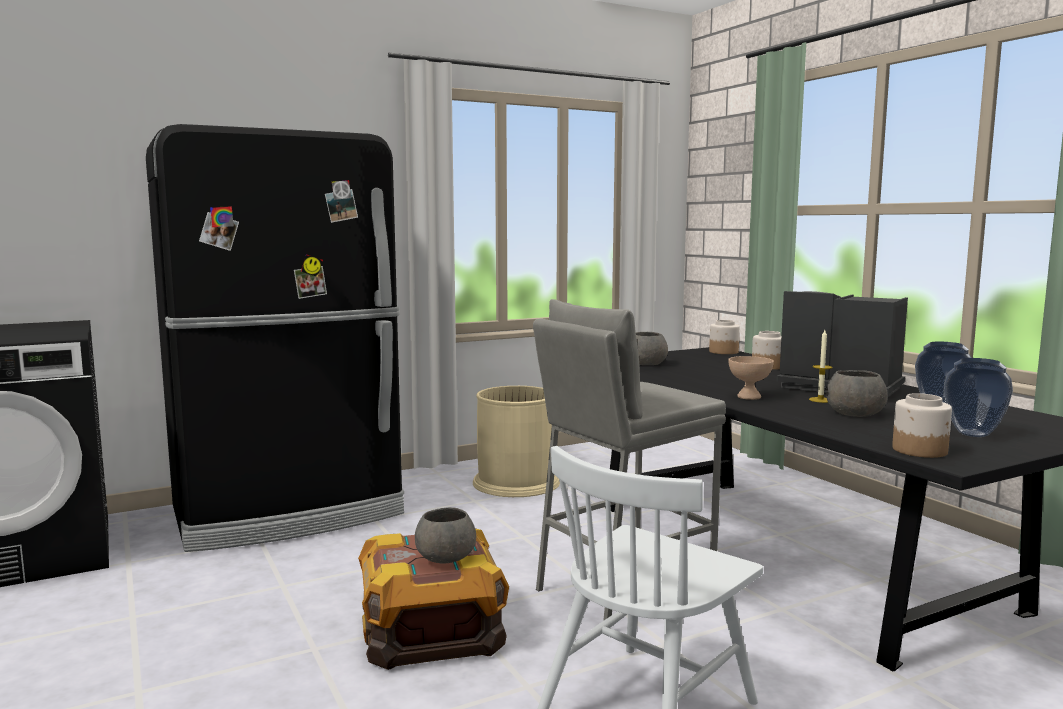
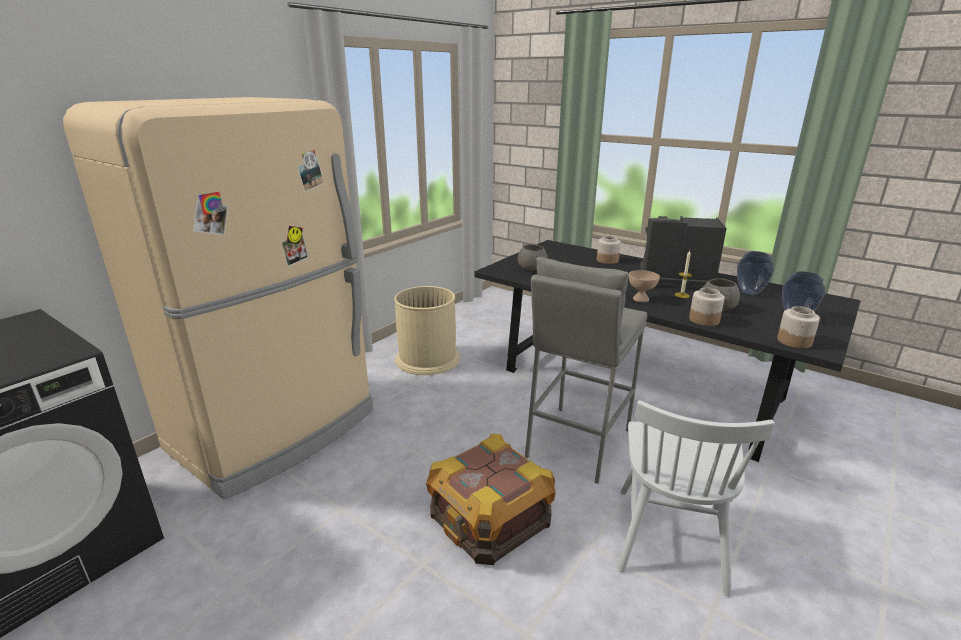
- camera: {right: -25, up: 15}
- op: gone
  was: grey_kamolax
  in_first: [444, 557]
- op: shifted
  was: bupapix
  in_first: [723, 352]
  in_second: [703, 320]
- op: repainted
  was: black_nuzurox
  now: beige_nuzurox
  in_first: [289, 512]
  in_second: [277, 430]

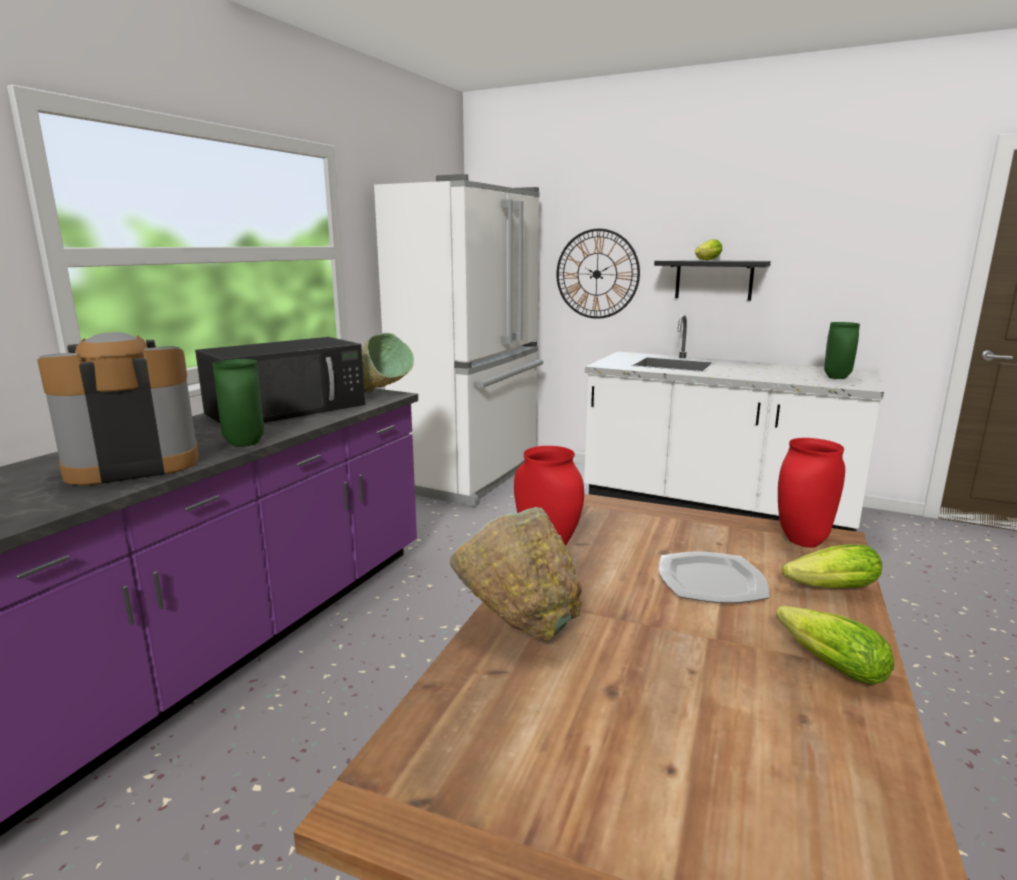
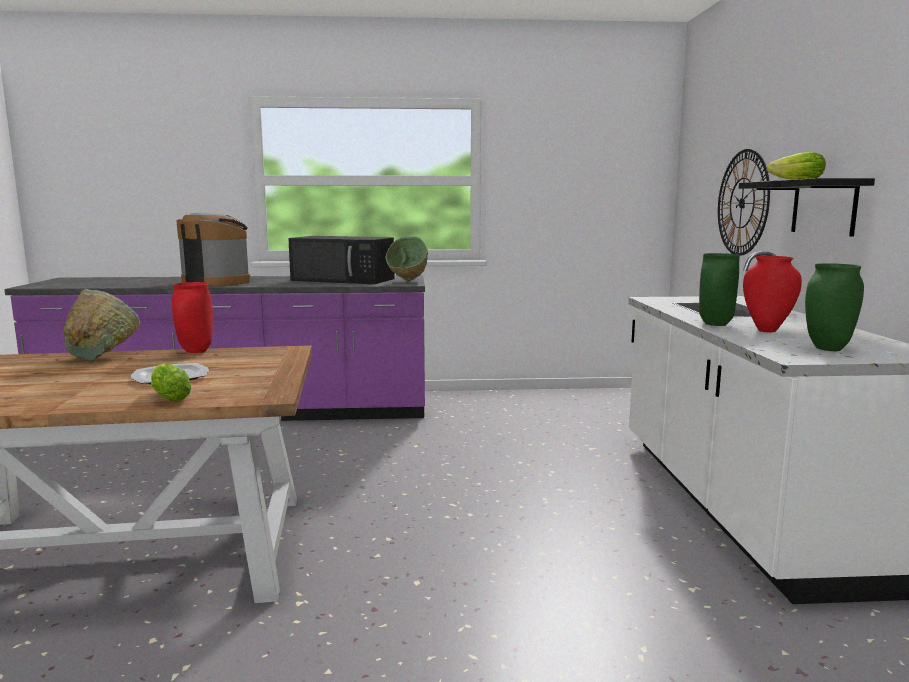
- camera: {right: 60, up: -5}
- op: gone
  was: white_nuzurox
  in_first: [472, 476]
- op: gone
  was: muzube
  in_first: [825, 663]
- op: shifted
  was: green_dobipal
  in_first: [246, 444]
  in_second: [716, 324]
- op: shifted
  was: red_dobipal
  in_first: [801, 541]
  in_second: [767, 330]

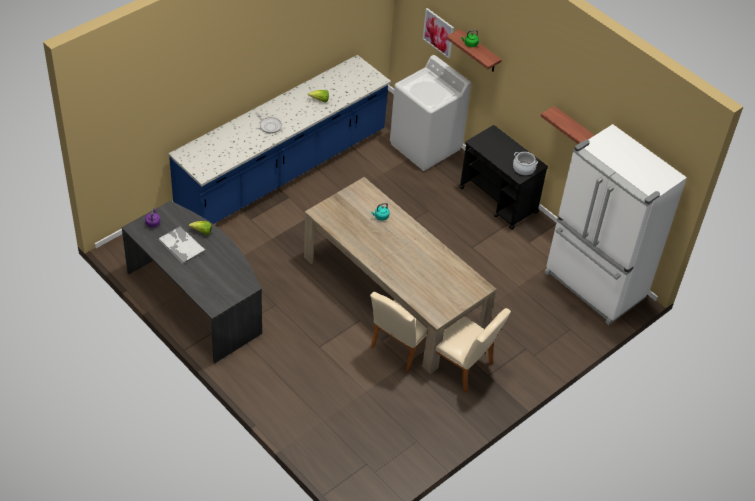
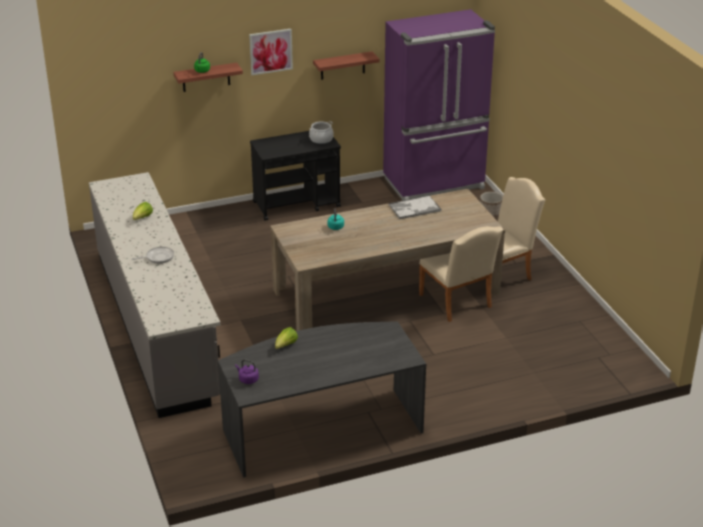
- camera: {right: -65, up: -15}
- op: gone
  was: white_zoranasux
  in_first: [425, 146]
- op: new
  now: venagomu
  in_second: [490, 213]
- op: shifted
  was: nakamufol
  in_first: [181, 245]
  in_second: [414, 208]
- op: shifted
  was: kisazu
  in_first: [438, 32]
  in_second: [270, 51]
- op: repainted
  was: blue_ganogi
  now: grey_ganogi
  in_first: [283, 171]
  in_second: [156, 324]
- op: repainted
  was: white_nuzurox
  now: purple_nuzurox
  in_first: [594, 286]
  in_second: [435, 184]

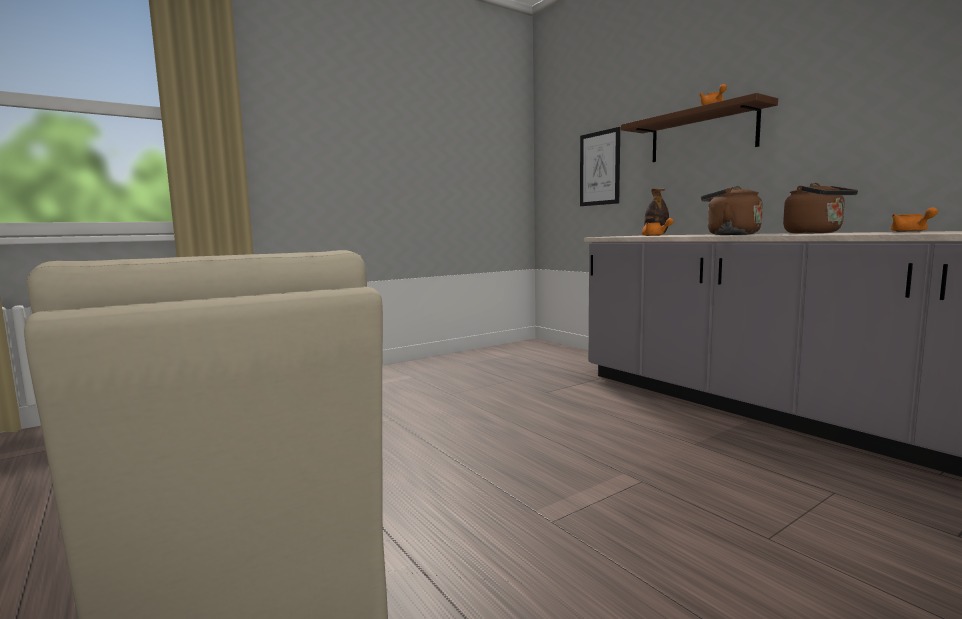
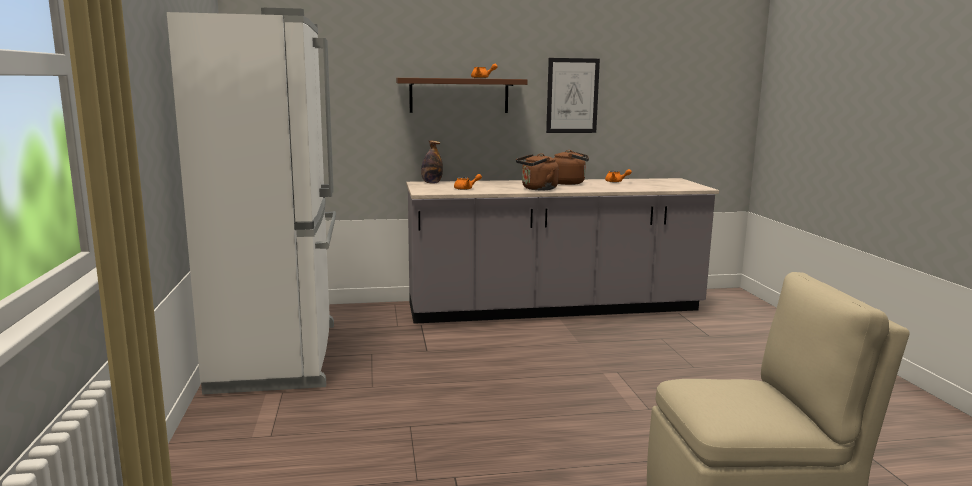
- camera: {right: -65, up: 5}
- op: new
  now: white_nuzurox
  in_second: [279, 355]
- op: shifted
  was: kisazu
  in_first: [599, 168]
  in_second: [572, 95]

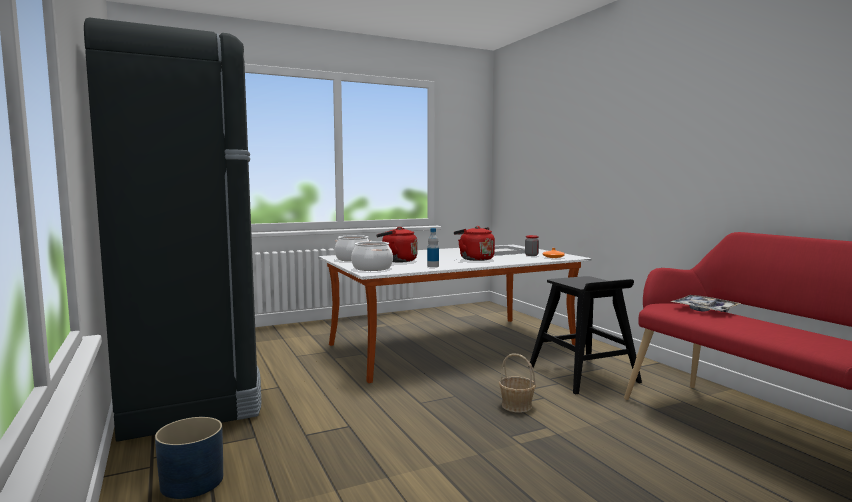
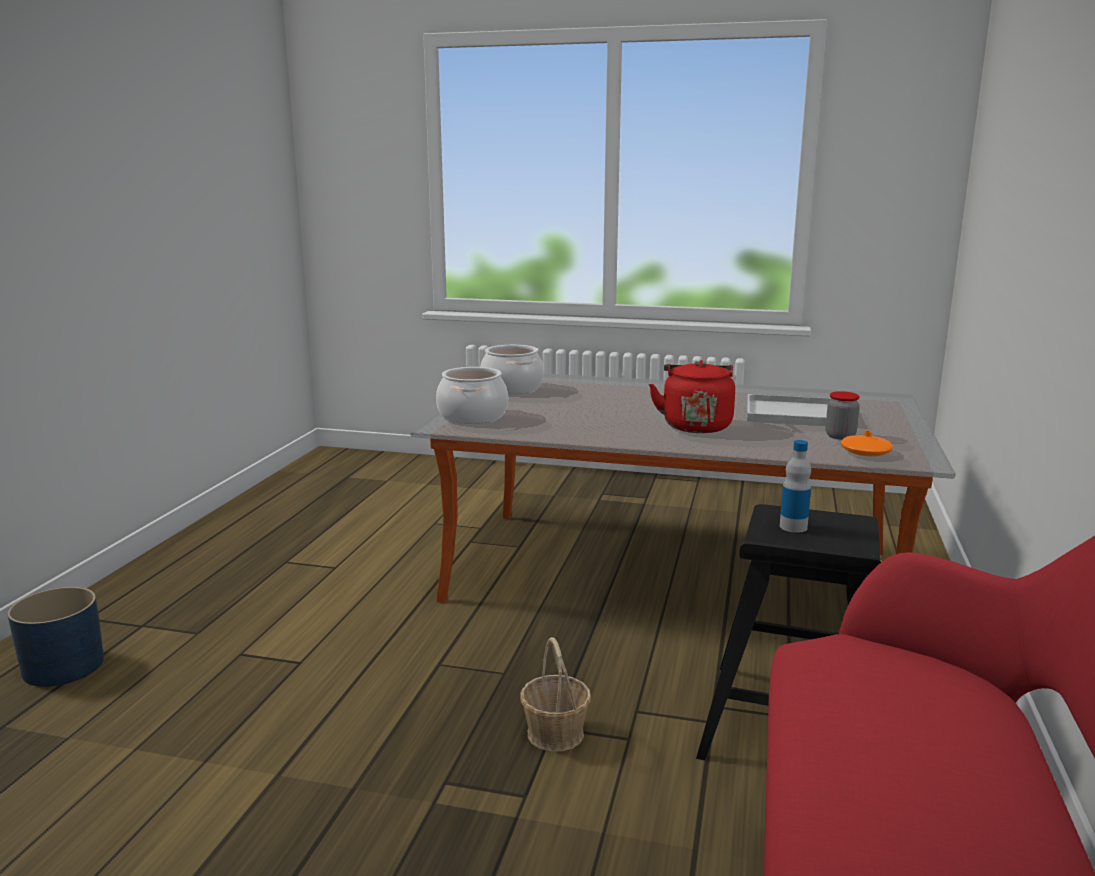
- camera: {right: 40, up: 10}
- op: gone
  was: black_nuzurox
  in_first: [191, 397]
- op: gone
  was: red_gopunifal
  in_first: [397, 261]
- op: gone
  was: nakamufol
  in_first: [704, 309]
- op: shifted
  was: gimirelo
  in_first: [433, 266]
  in_second: [793, 527]

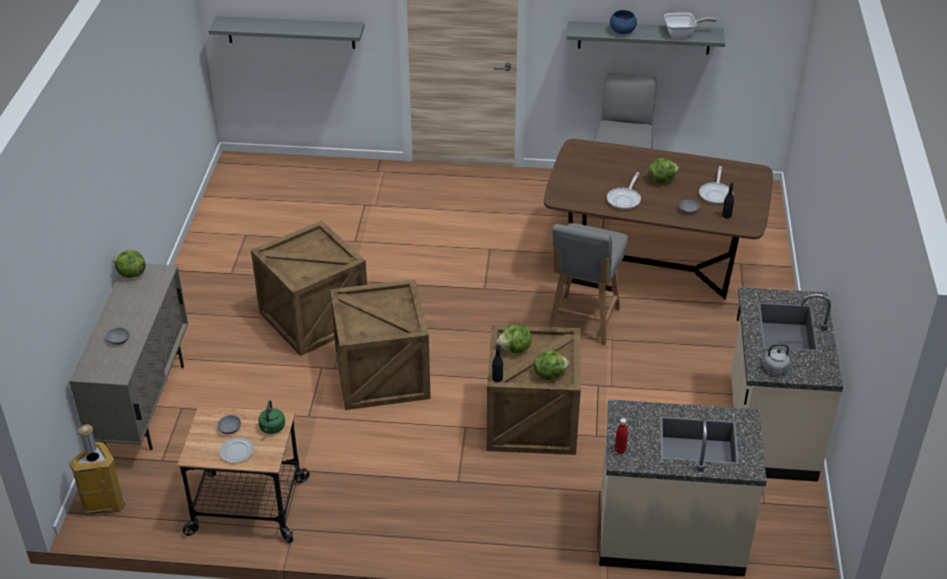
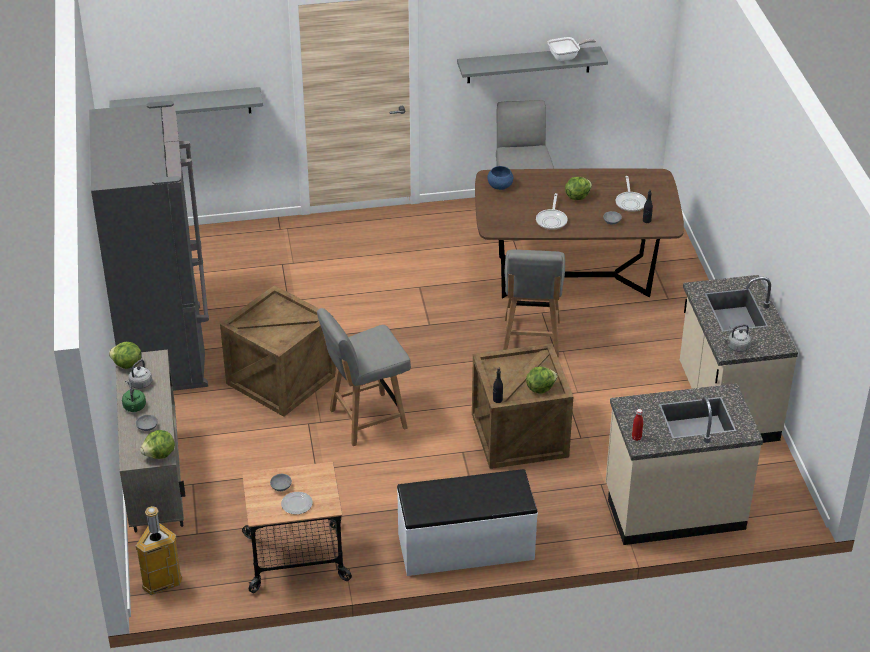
- camera: {right: -15, up: 0}
- op: new
  now: grey_nuzurox
  in_second: [166, 348]
- op: new
  now: grey_gopunifal
  in_second: [140, 384]
- op: new
  now: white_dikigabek
  in_second: [466, 547]
- op: shifted
  was: green_gopunifal
  in_first: [272, 428]
  in_second: [134, 407]
- op: shifted
  was: muzube
  in_first: [515, 349]
  in_second: [160, 455]
- op: shifted
  was: blue_kamolax
  in_first: [622, 31]
  in_second: [499, 186]
- op: swapped
  was: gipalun
  now: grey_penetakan
  in_first: [380, 374]
  in_second: [366, 419]

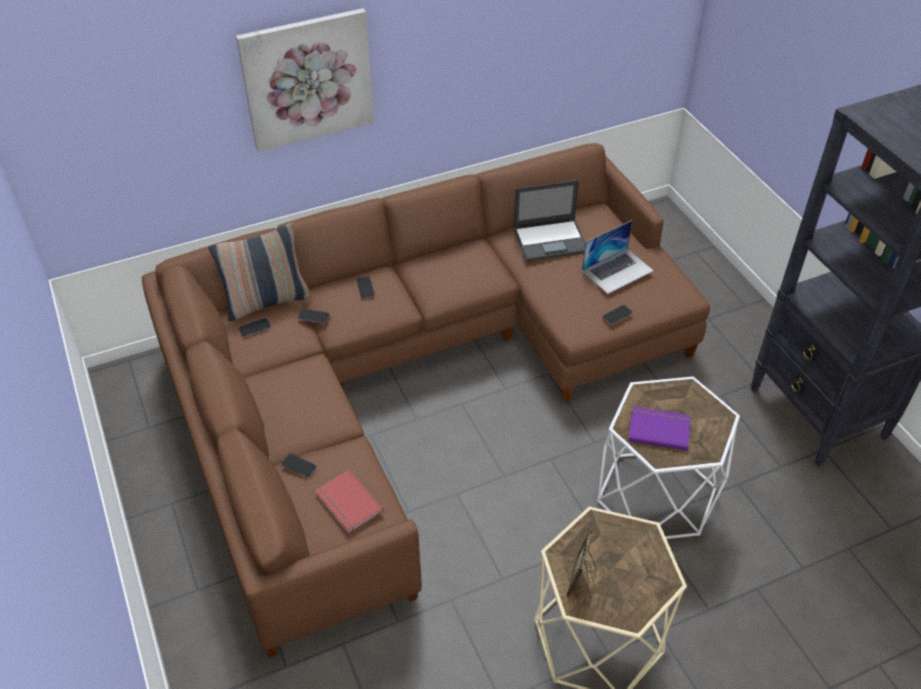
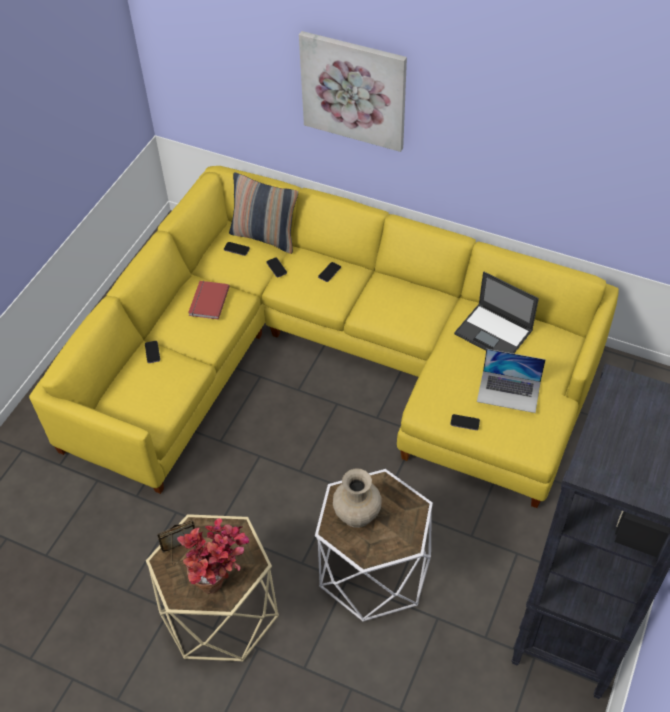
- camera: {right: 50, up: 5}
- op: new
  now: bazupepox
  in_second: [220, 581]
- op: shifted
  was: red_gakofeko
  in_first: [347, 504]
  in_second: [207, 301]
- op: swapped
  was: purple_gakofeko
  now: beige_dobipal
  in_first: [658, 428]
  in_second: [357, 513]
- op: repainted
  was: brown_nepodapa
  now: yellow_nepodapa
  in_first: [413, 376]
  in_second: [331, 361]

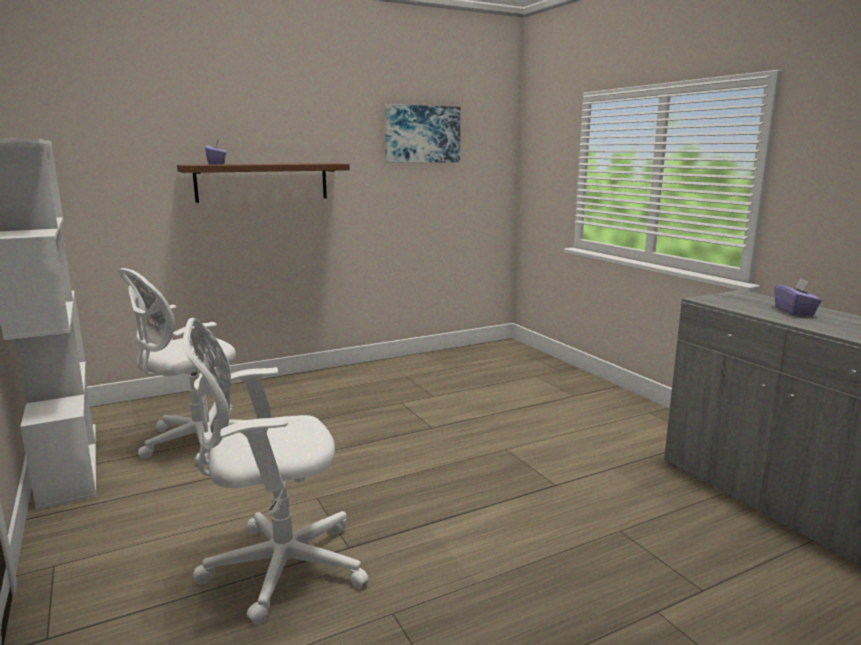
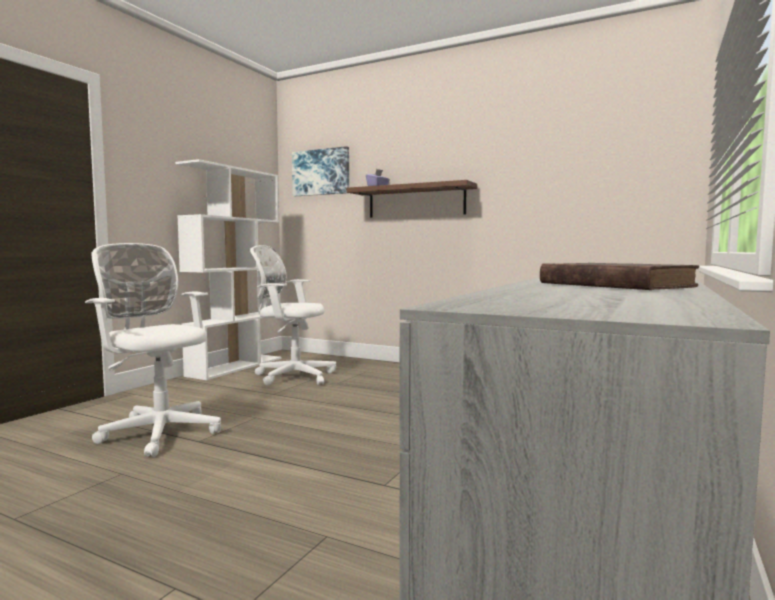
- camera: {right: 55, up: -10}
- op: shifted
  was: kisazu
  in_first: [422, 134]
  in_second: [321, 172]
- op: swapped
  was: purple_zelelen
  now: brown_gakofeko
  in_first: [794, 311]
  in_second: [611, 285]

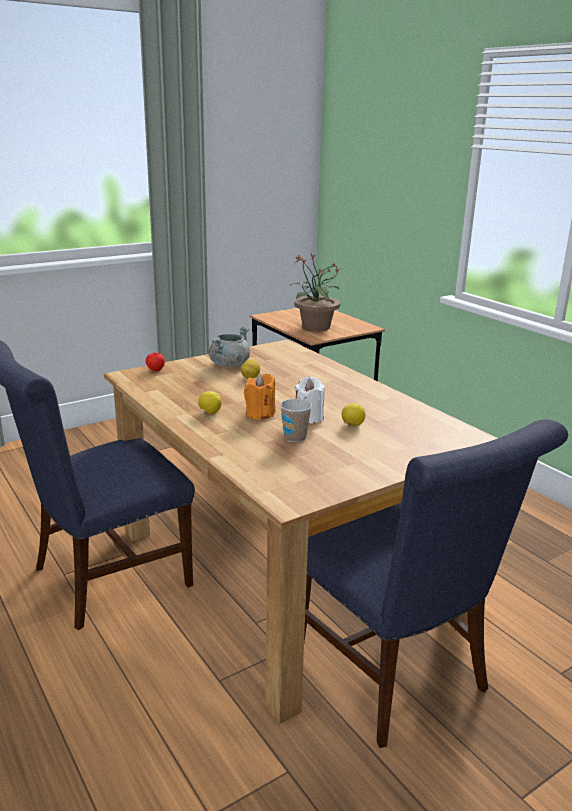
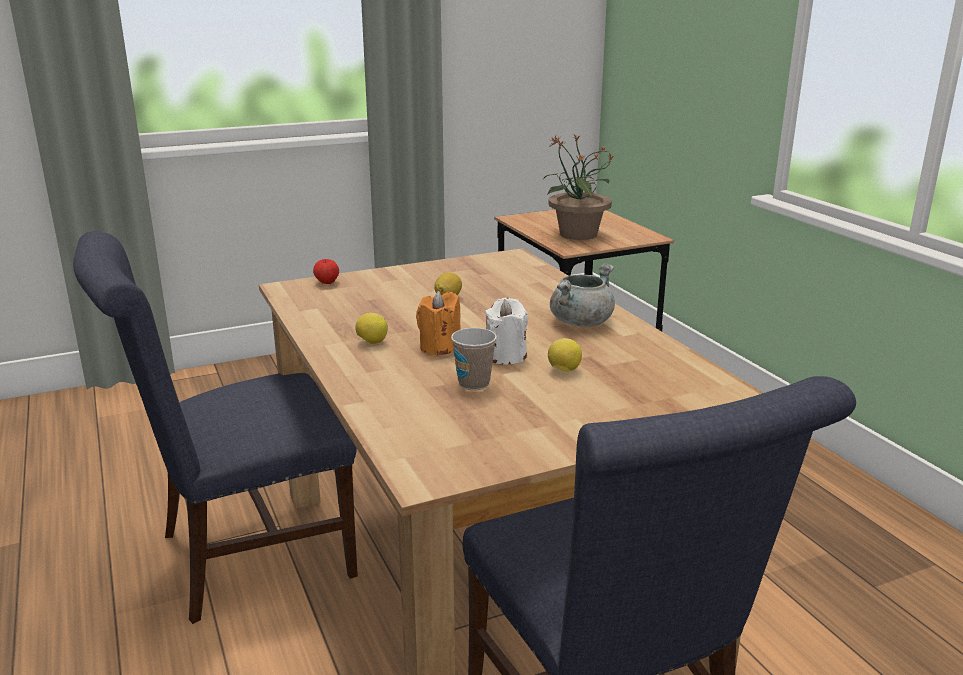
- camera: {right: 10, up: 0}
- op: shifted
  was: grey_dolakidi
  in_first: [229, 364]
  in_second: [581, 321]

